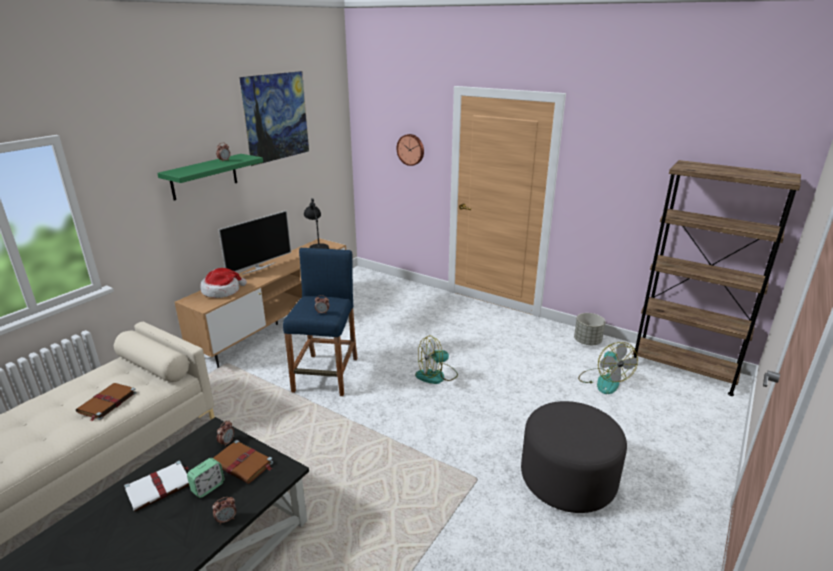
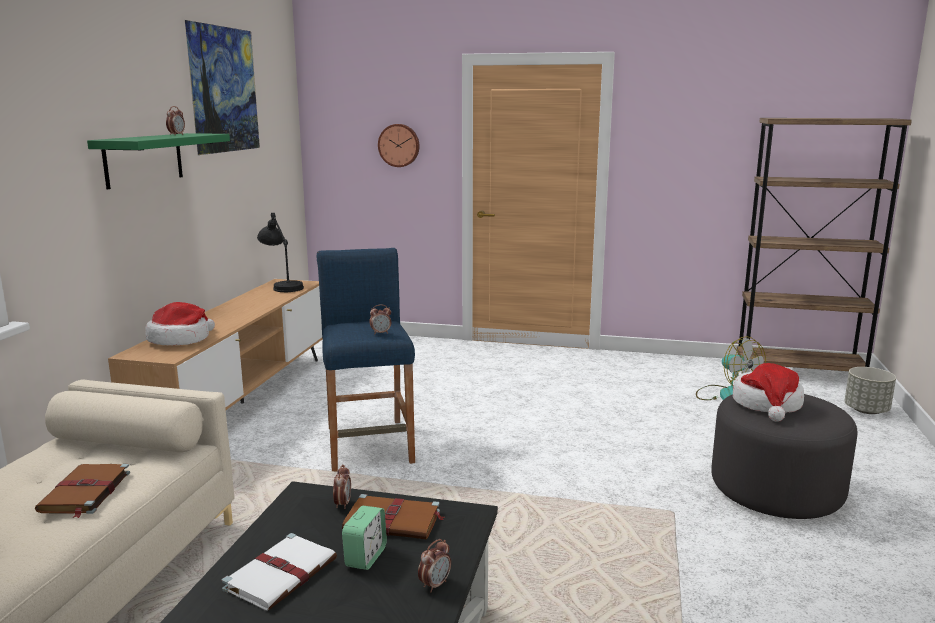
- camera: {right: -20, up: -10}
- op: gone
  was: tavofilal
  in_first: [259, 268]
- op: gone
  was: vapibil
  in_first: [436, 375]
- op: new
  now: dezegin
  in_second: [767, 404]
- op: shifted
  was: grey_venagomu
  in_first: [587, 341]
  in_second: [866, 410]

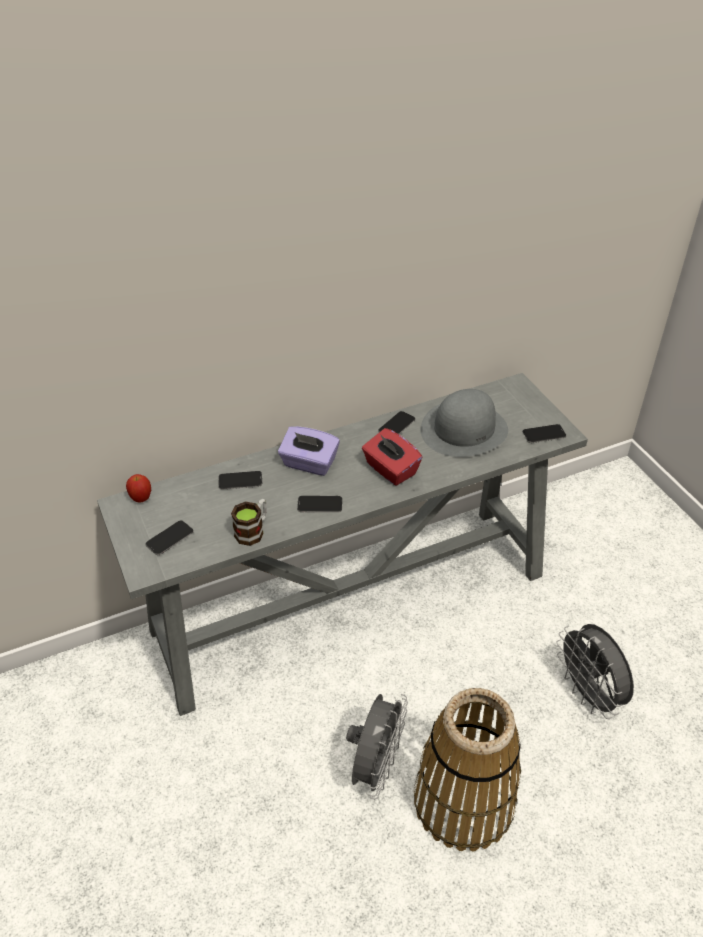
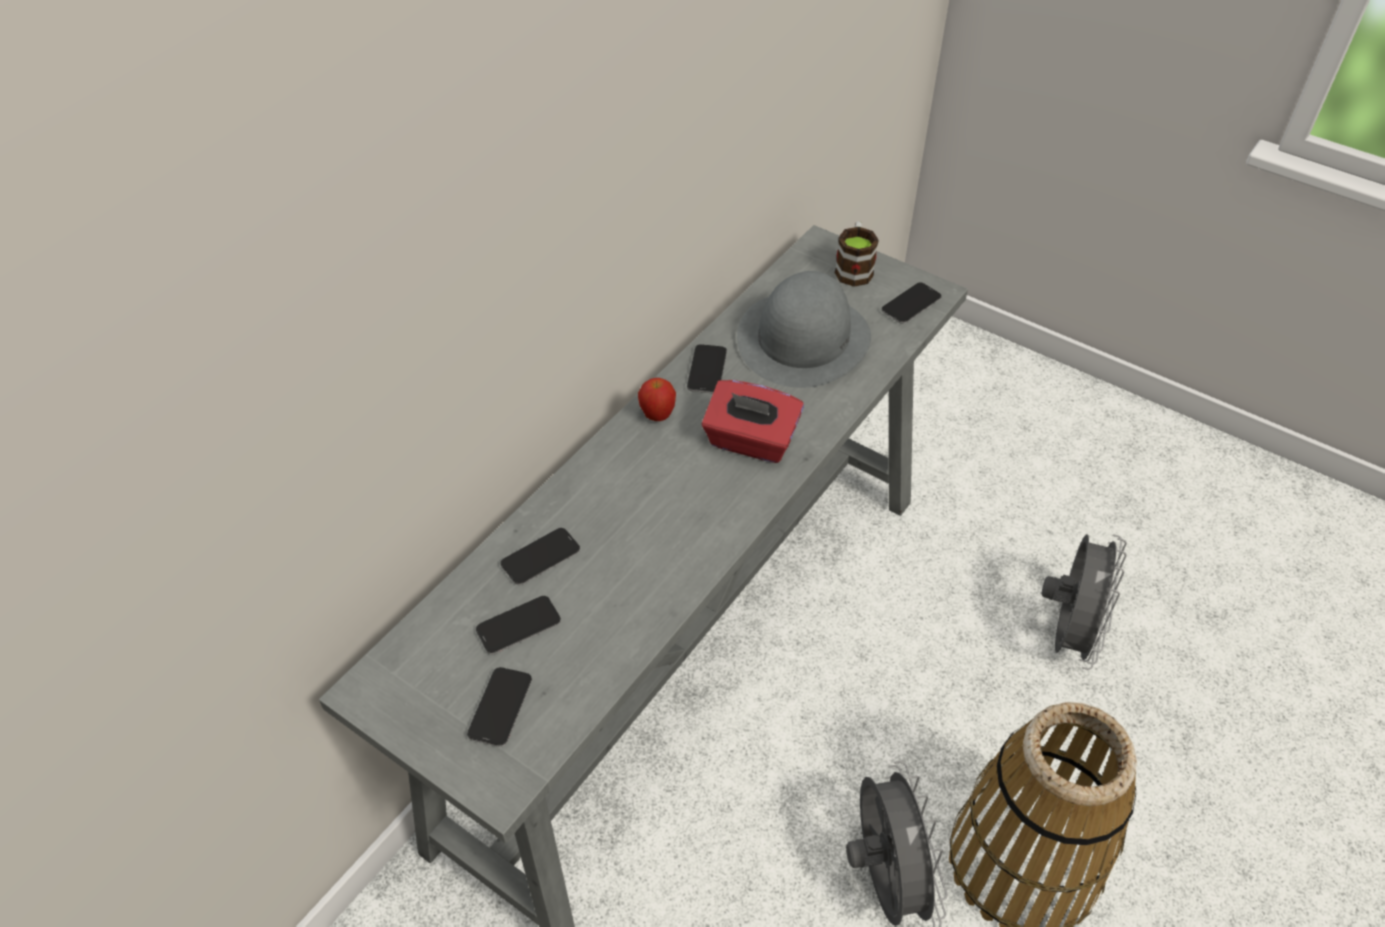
- camera: {right: -30, up: 5}
- op: gone
  was: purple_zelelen
  in_first: [309, 464]
- op: shifted
  was: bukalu
  in_first: [141, 499]
  in_second: [657, 416]
- op: shifted
  was: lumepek
  in_first: [253, 530]
  in_second: [854, 268]
- op: shifted
  was: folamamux
  in_first: [320, 505]
  in_second: [518, 626]
- op: rotated
  was: grey_vapibil
  in_first: [589, 694]
  in_second: [1067, 634]
  clockwise: -105

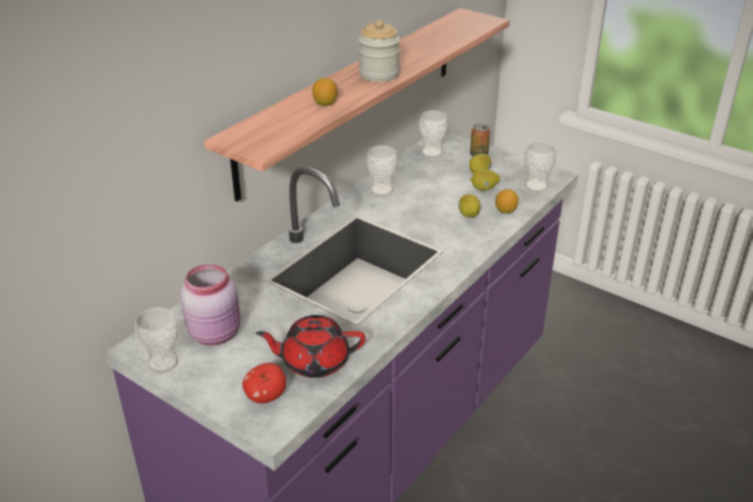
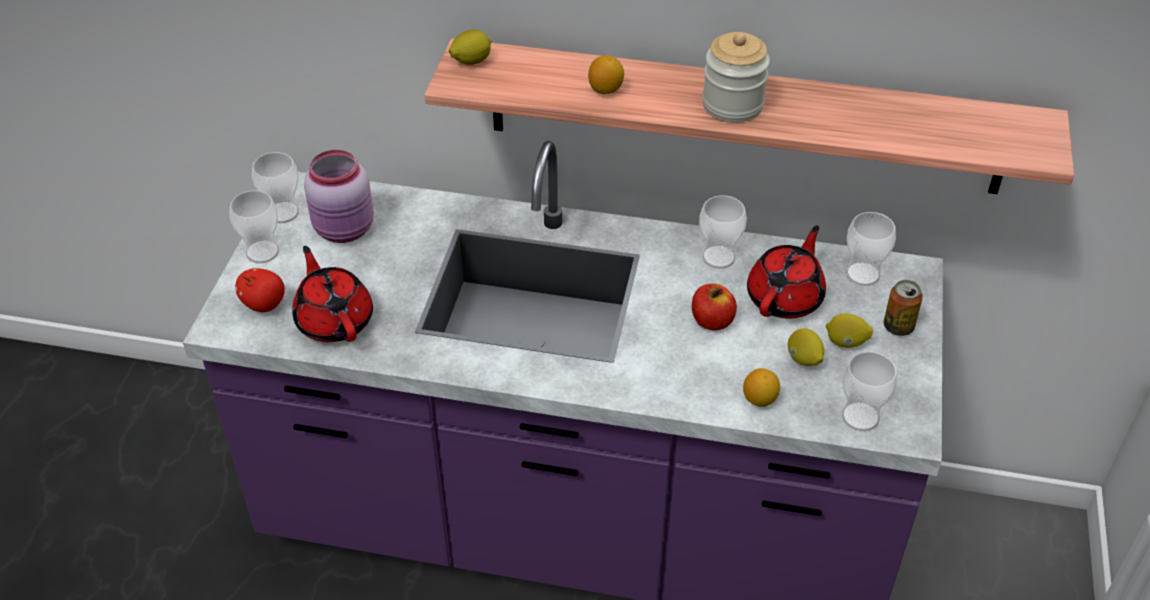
- camera: {right: 65, up: 10}
- op: new
  now: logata
  in_second: [262, 252]
- op: new
  now: bukalu
  in_second: [712, 321]
- op: new
  now: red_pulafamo
  in_second: [785, 297]
- op: shifted
  was: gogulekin
  in_first: [468, 215]
  in_second: [471, 61]

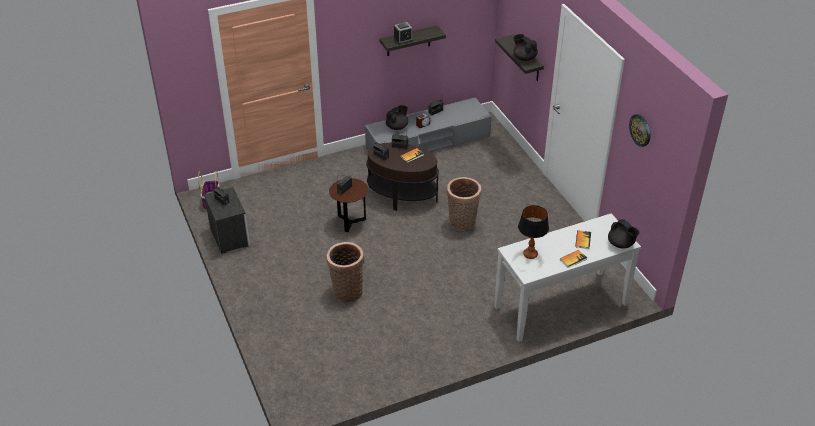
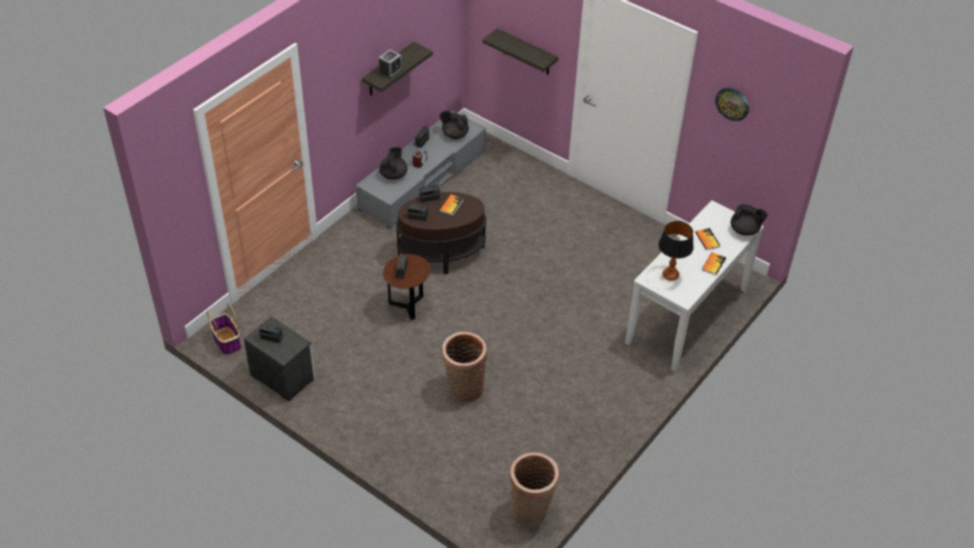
- camera: {right: -30, up: 5}
- op: shifted
  was: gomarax
  in_first: [462, 223]
  in_second: [531, 510]
- op: shifted
  was: black_pulafamo
  in_first: [524, 58]
  in_second: [454, 134]

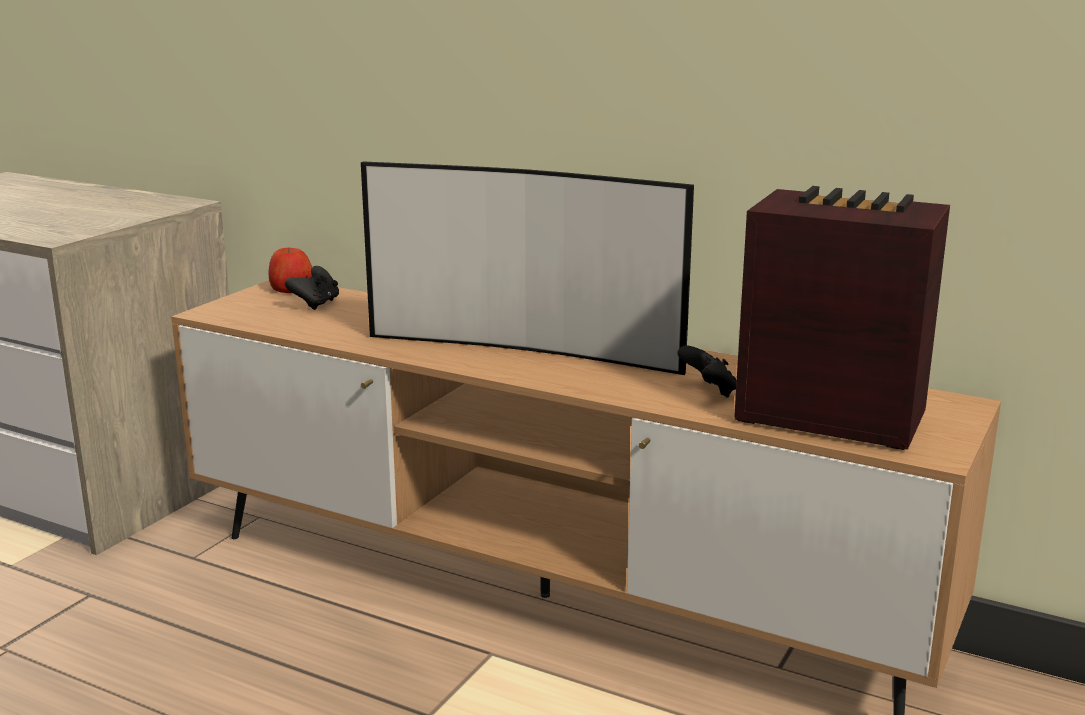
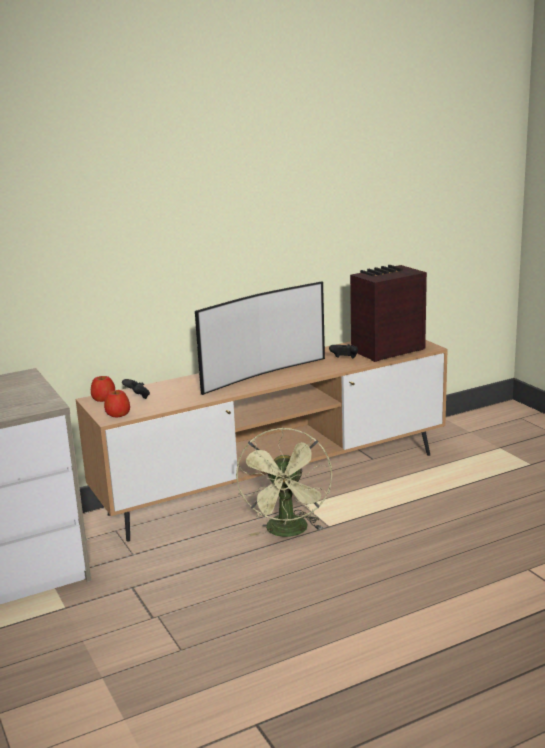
- camera: {right: -55, up: 0}
- op: new
  now: bukalu
  in_second: [118, 414]
- op: new
  now: green_vapibil
  in_second: [288, 532]

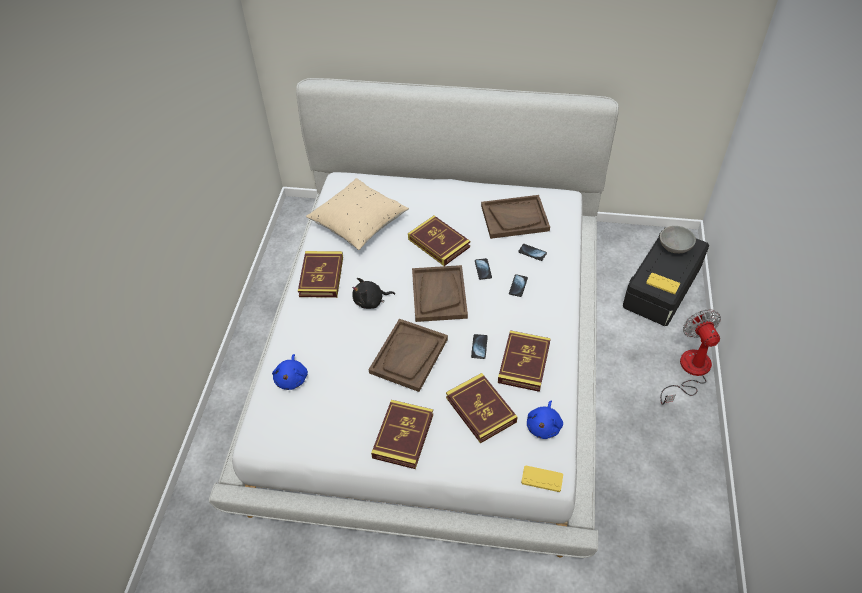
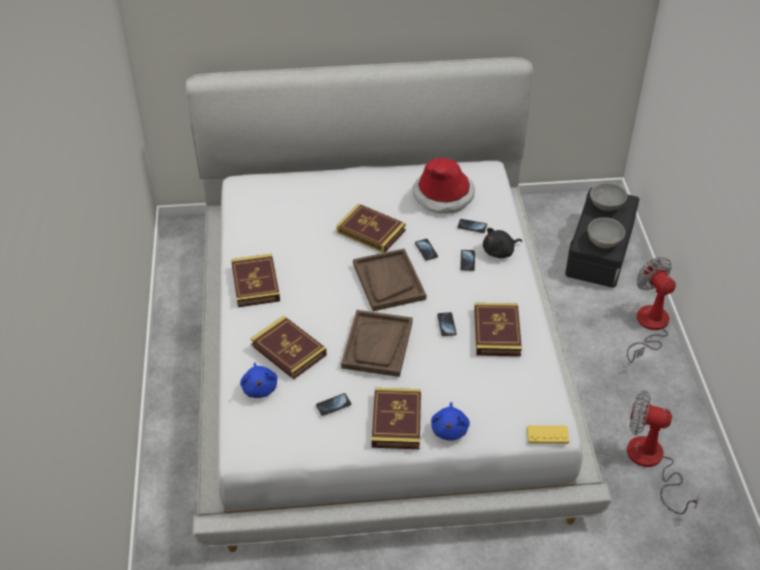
- camera: {right: -15, up: -5}
- op: gone
  was: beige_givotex
  in_first: [359, 224]
- op: new
  now: folamamux
  in_second: [333, 405]
- op: new
  now: vapibil
  in_second: [651, 463]
- op: shifted
  was: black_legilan
  in_first: [371, 301]
  in_second: [500, 252]
- op: shifted
  was: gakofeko
  in_first: [481, 410]
  in_second: [288, 350]
- op: shifted
  was: blue_legilan
  in_first: [544, 426]
  in_second: [449, 429]
- op: swapped
  was: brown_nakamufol
  now: dezegin
  in_first: [515, 218]
  in_second: [443, 195]
- op: swapped
  was: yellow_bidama
  now: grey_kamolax
  in_first: [662, 284]
  in_second: [604, 242]

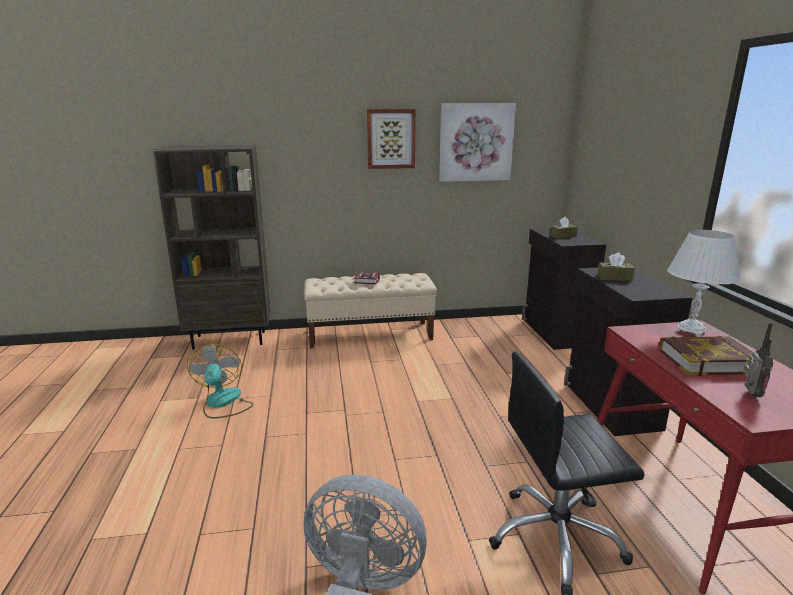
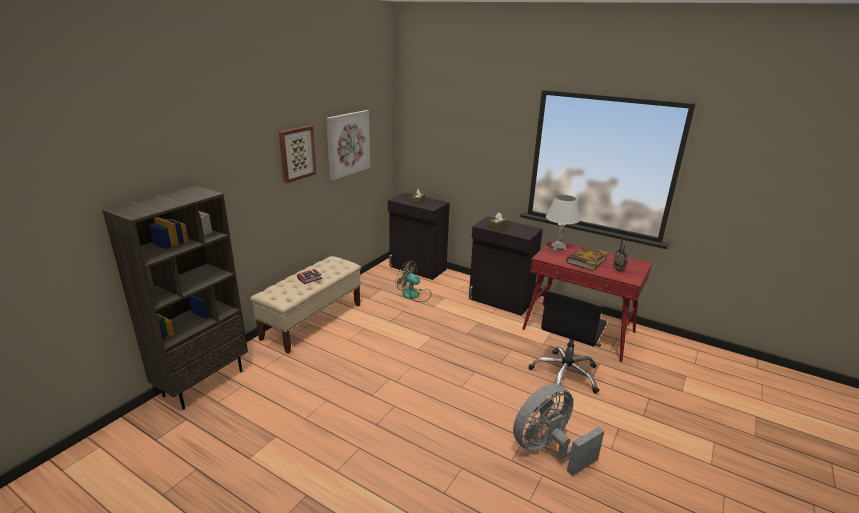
- camera: {right: -50, up: 5}
- op: shifted
  was: vapibil
  in_first: [222, 403]
  in_second: [414, 295]

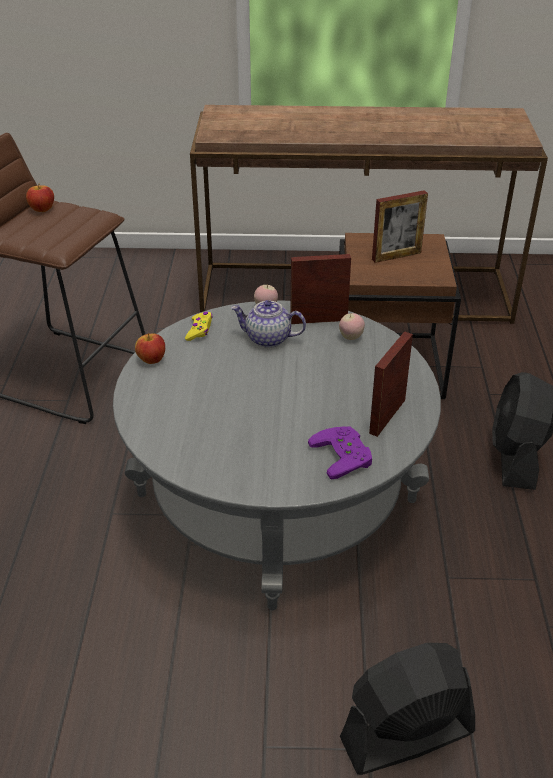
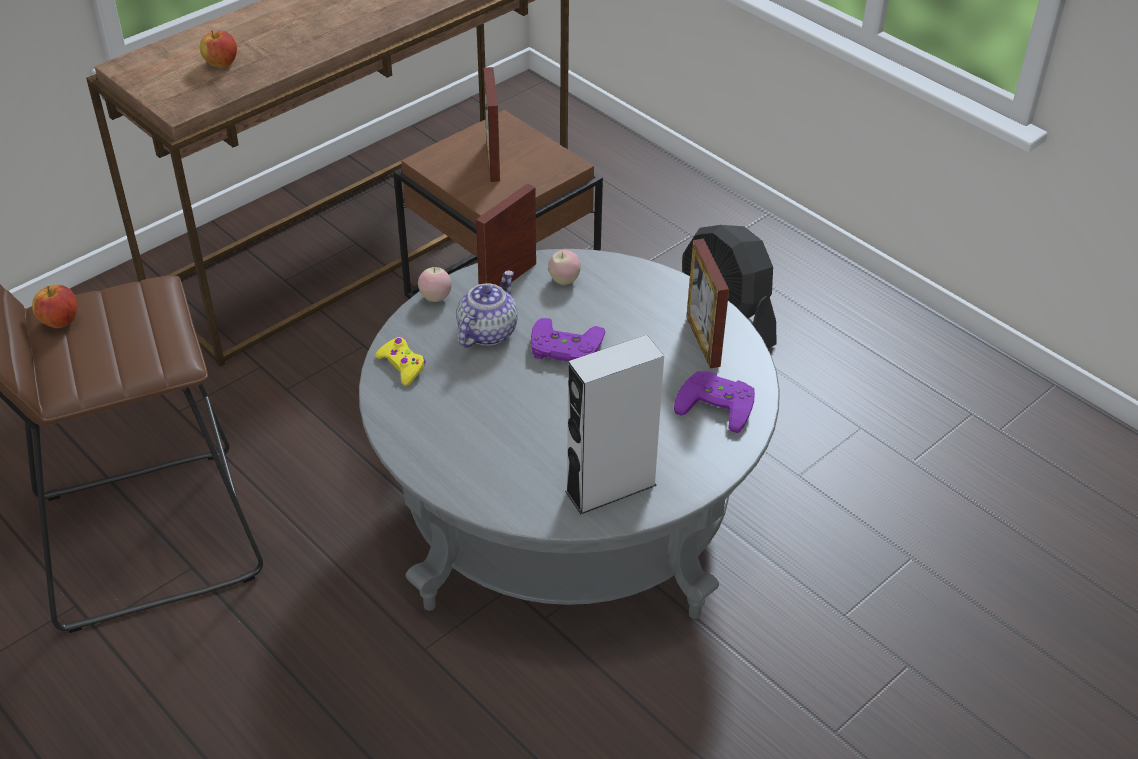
- camera: {right: -45, up: 5}
- op: gone
  was: black_vapibil
  in_first: [406, 735]
- op: new
  now: purple_bidama
  in_second: [564, 349]
- op: new
  now: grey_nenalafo
  in_second: [610, 488]
- op: shifted
  was: bukalu
  in_first: [152, 360]
  in_second: [221, 64]
- op: rotated
  was: pulafamo
  in_first: [267, 339]
  in_second: [487, 331]
  clockwise: 150
- op: rotated
  was: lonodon
  in_first: [396, 256]
  in_second: [493, 161]
  clockwise: 150

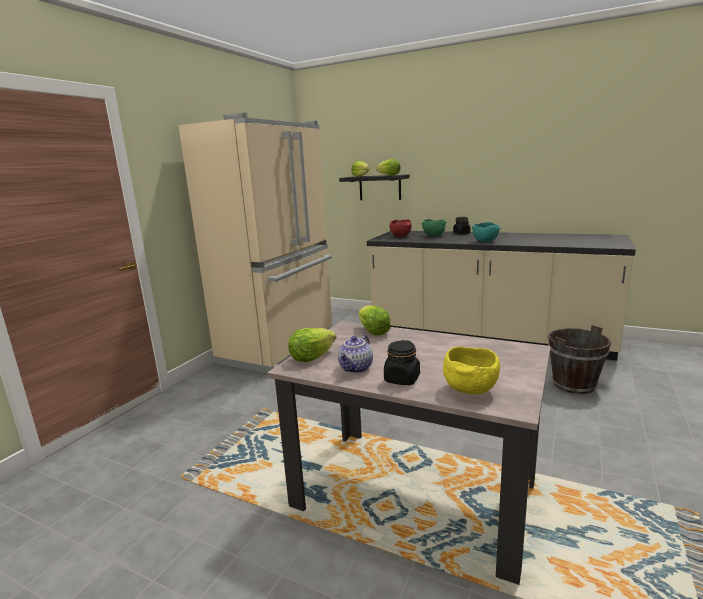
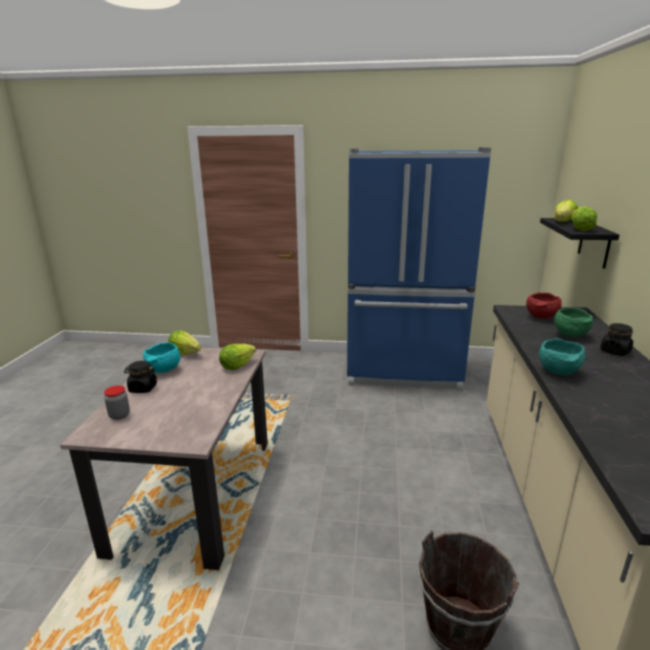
- camera: {right: 70, up: 5}
- op: swapped
  was: pulafamo
  now: turquoise_kamolax
  in_first: [356, 368]
  in_second: [164, 370]
- op: swapped
  was: yellow_kamolax
  now: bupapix
  in_first: [470, 389]
  in_second: [119, 415]
- op: repainted
  was: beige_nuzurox
  now: blue_nuzurox
  in_first: [281, 347]
  in_second: [404, 372]

